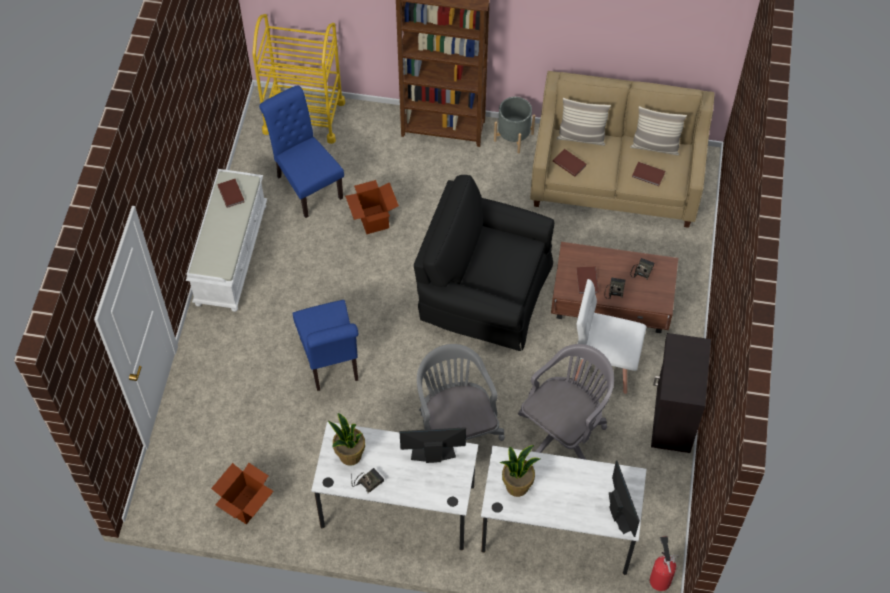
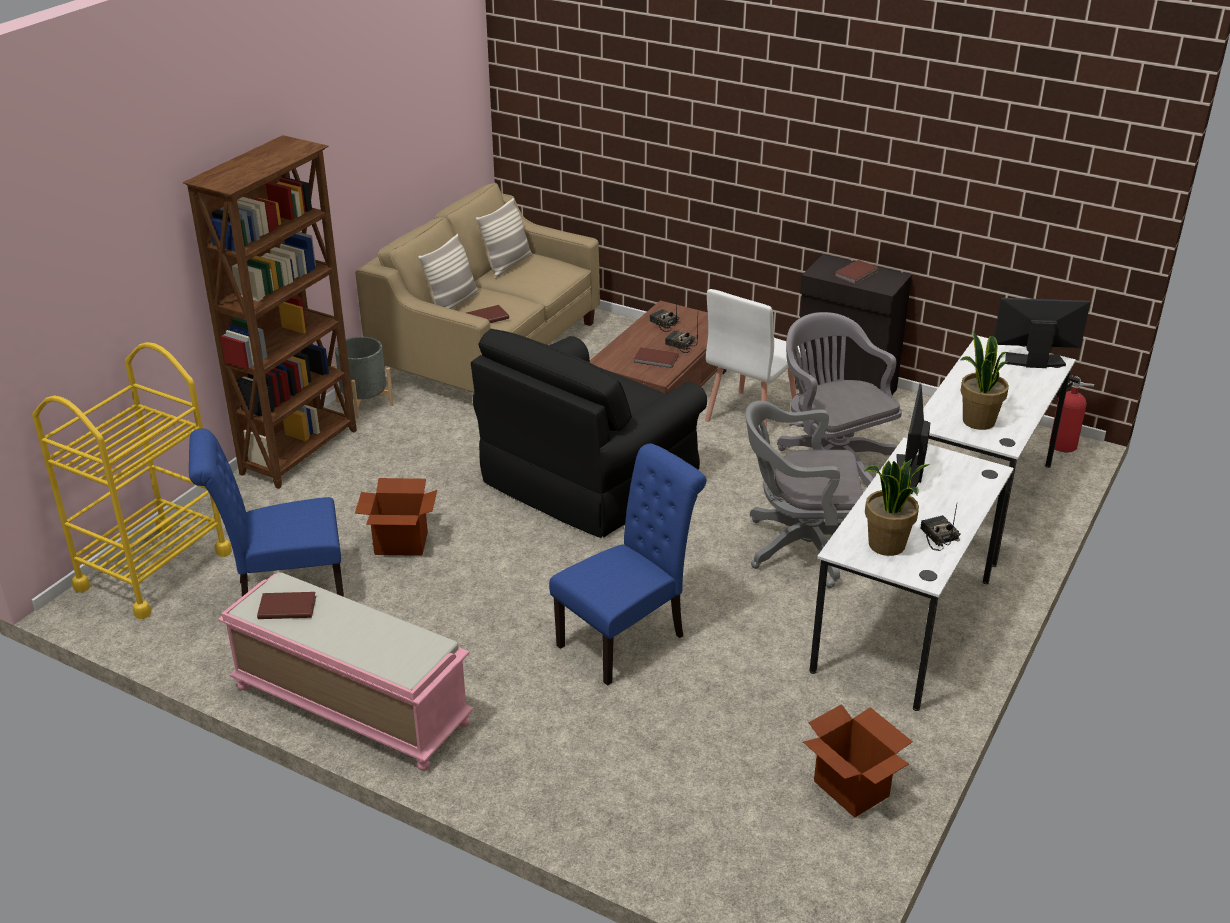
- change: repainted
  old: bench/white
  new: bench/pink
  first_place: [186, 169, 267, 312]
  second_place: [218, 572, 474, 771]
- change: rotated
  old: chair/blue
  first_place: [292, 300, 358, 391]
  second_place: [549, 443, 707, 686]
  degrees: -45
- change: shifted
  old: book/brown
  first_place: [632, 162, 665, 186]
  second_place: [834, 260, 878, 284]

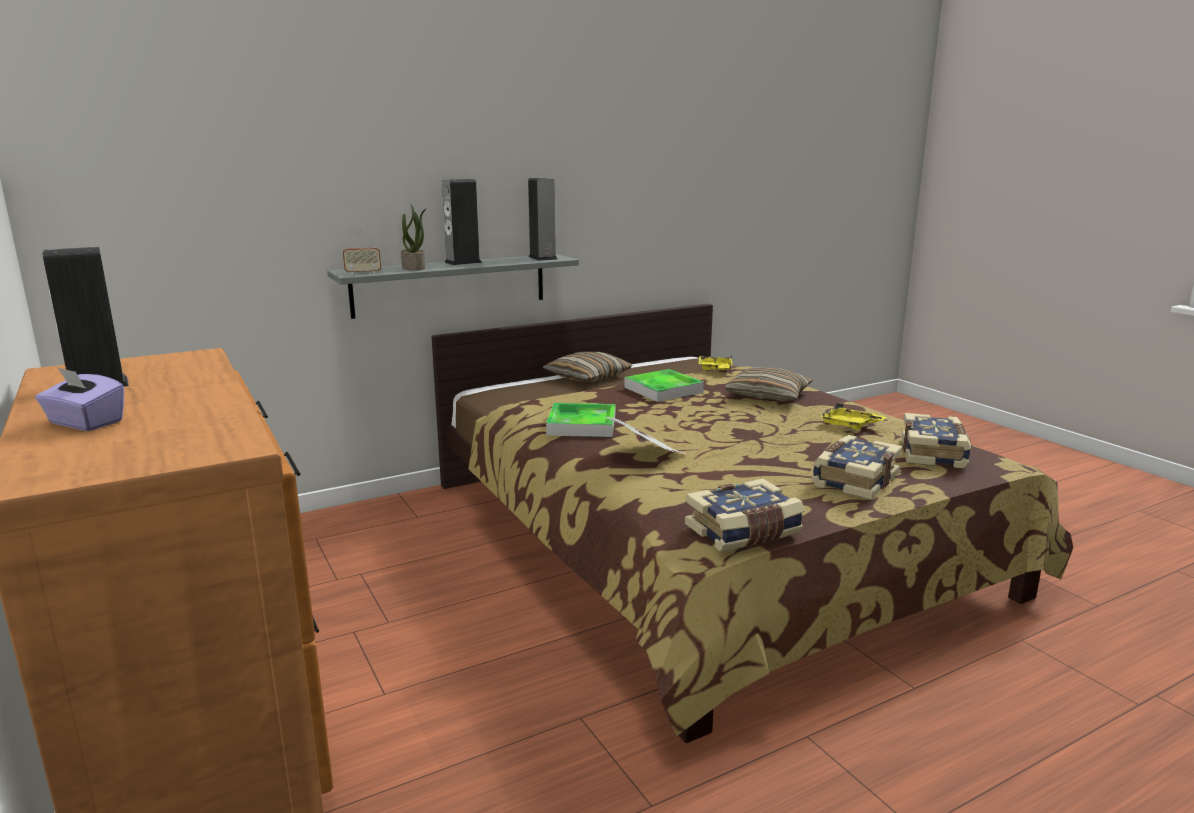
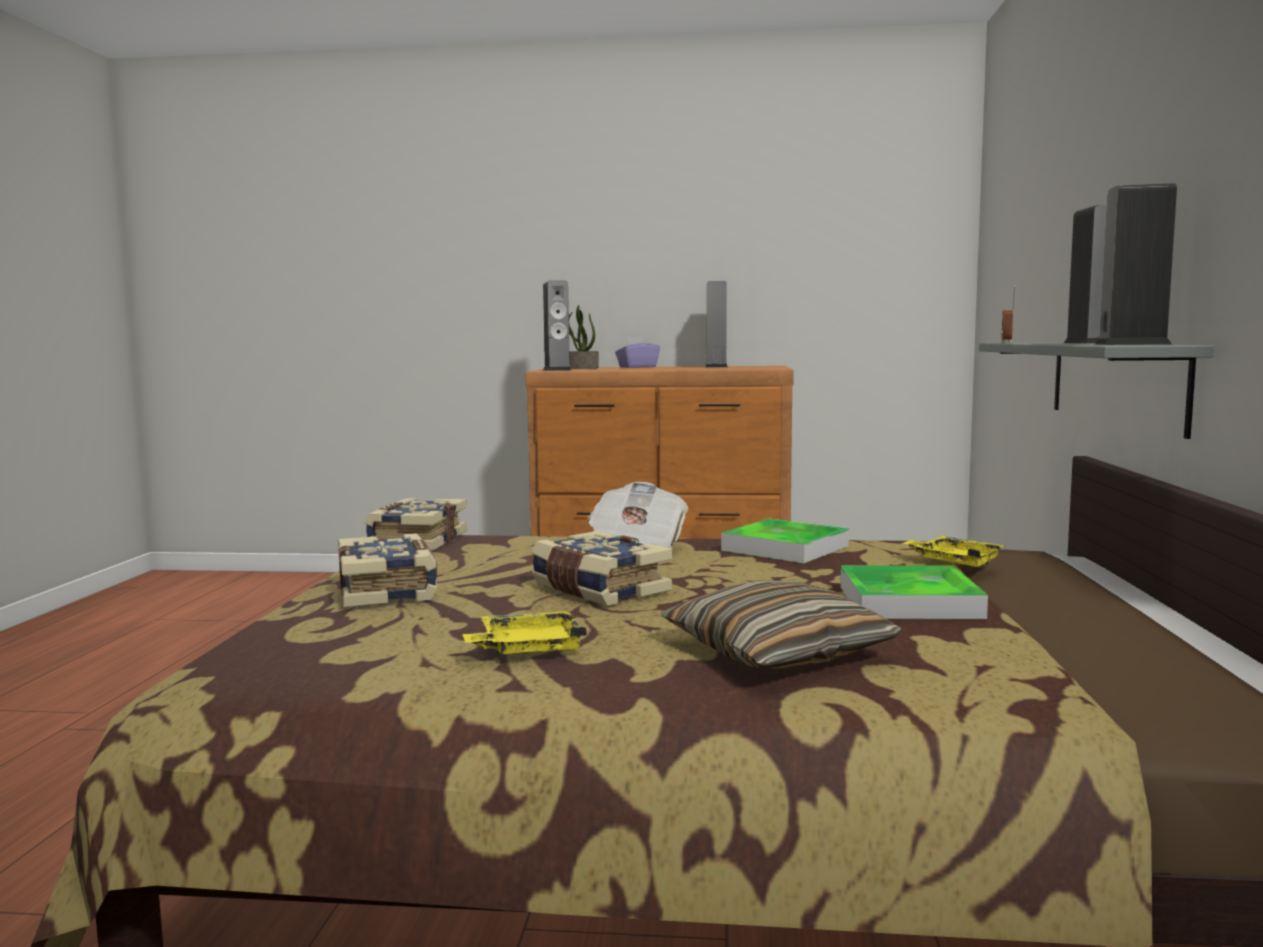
- change: shifted
  old: potted plant
  first_place: [401, 204, 426, 271]
  second_place: [569, 305, 599, 369]
- change: gone
  old: pillow
  first_place: [543, 352, 633, 382]
- change: shifted
  old: tray/yellow
  first_place: [699, 355, 732, 371]
  second_place: [902, 536, 1005, 567]
- change: shifted
  old: book
  first_place: [901, 413, 971, 468]
  second_place: [531, 531, 672, 605]
- change: new
  new: speaker
  second_place: [543, 280, 571, 371]

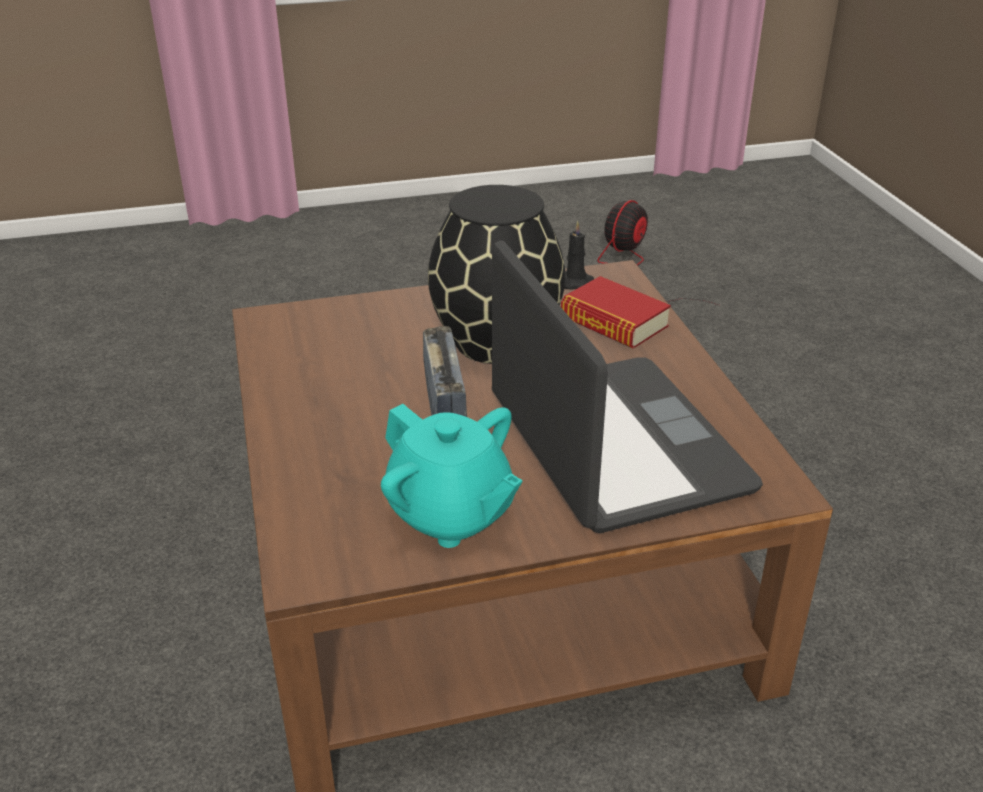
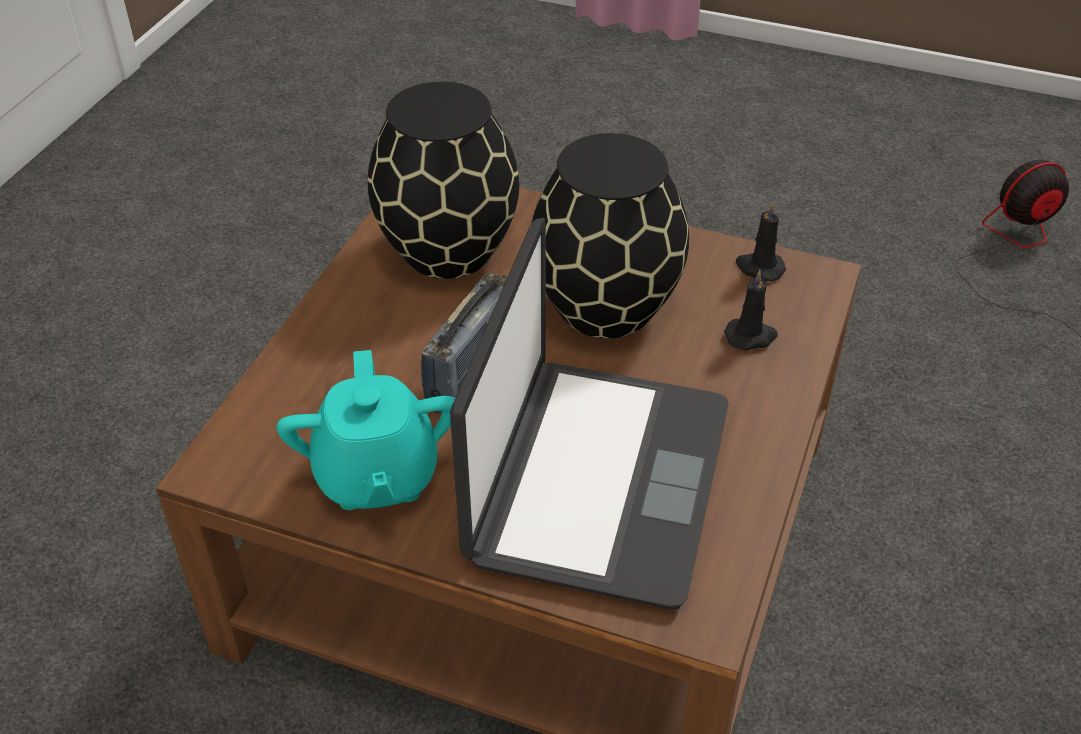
- change: swapped
  old: book
  new: candle/black
  first_place: [561, 276, 671, 348]
  second_place: [724, 270, 778, 351]
- change: new
  new: vase/black
  second_place: [367, 82, 520, 279]

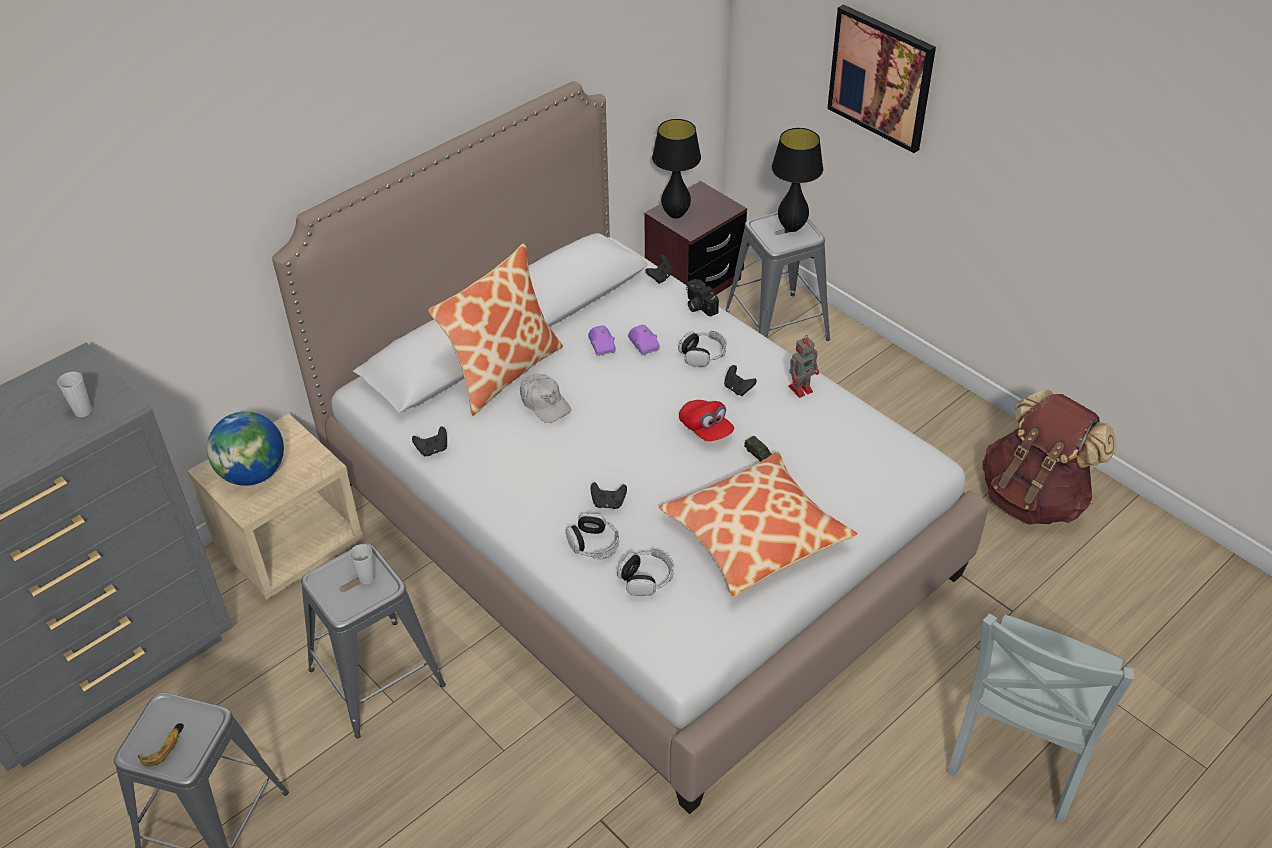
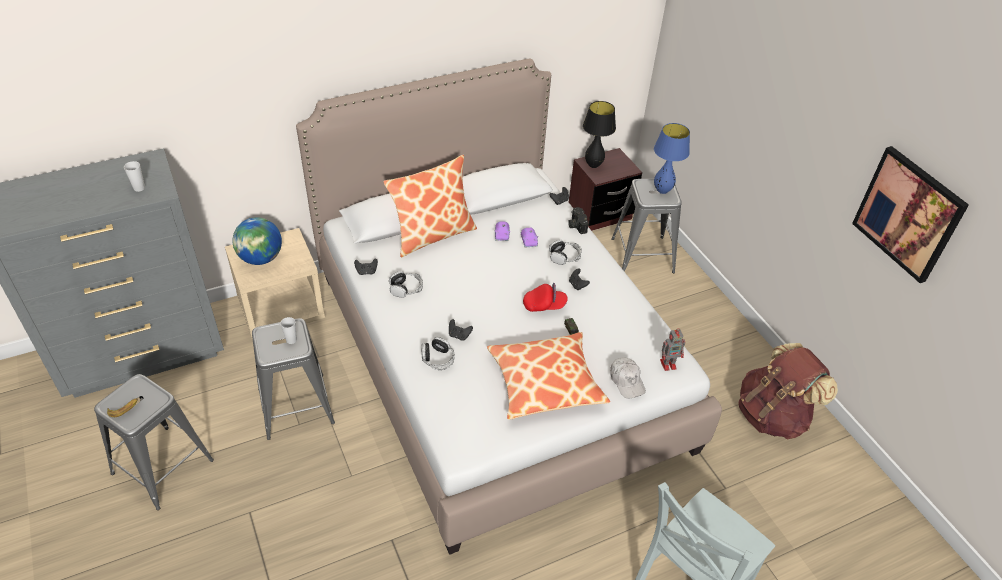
- change: shifted
  old: cap/white
  first_place: [520, 374, 572, 423]
  second_place: [610, 357, 646, 399]
- change: shifted
  old: headphones
  first_place: [617, 549, 674, 596]
  second_place: [389, 271, 423, 298]
- change: rotated
  old: cap/red
  first_place: [679, 400, 734, 441]
  second_place: [523, 283, 568, 312]
  degrees: -75
- change: repainted
  old: table lamp/black
  new: table lamp/blue
  first_place: [771, 128, 823, 232]
  second_place: [654, 123, 690, 194]
- change: shifted
  old: toy robot
  first_place: [789, 335, 819, 398]
  second_place: [660, 328, 685, 371]
- change: shifted
  old: picture
  first_place: [827, 4, 936, 153]
  second_place: [852, 146, 969, 283]

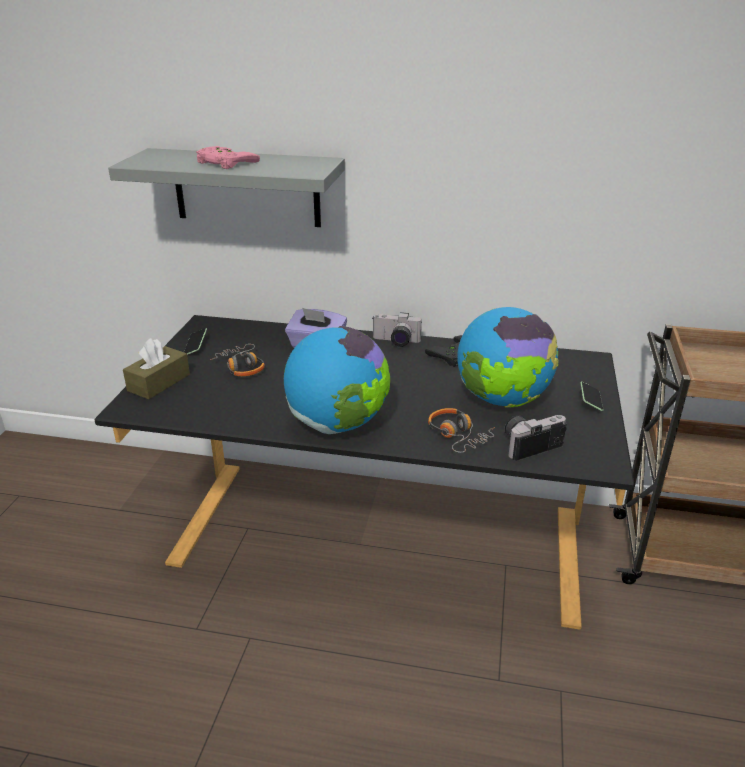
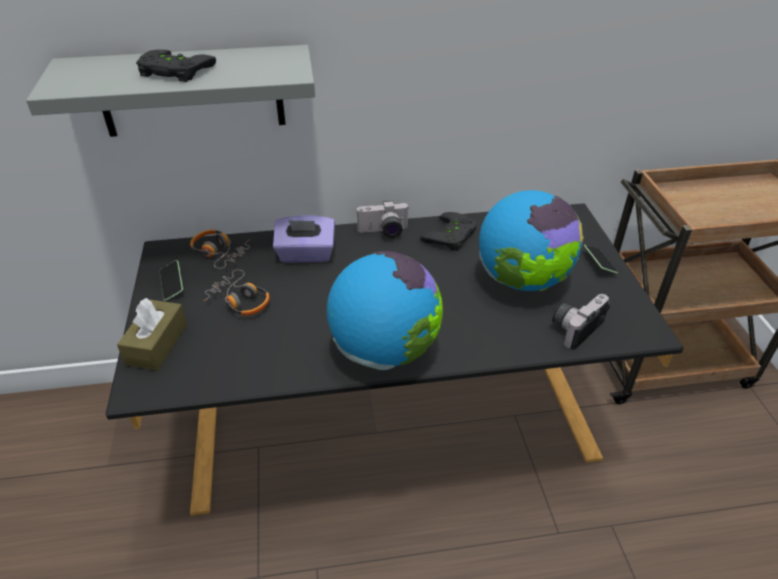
- change: repainted
  old: game controller/pink
  new: game controller/black
  first_place: [196, 146, 260, 169]
  second_place: [136, 50, 216, 82]
- change: shifted
  old: headphones
  first_place: [428, 408, 495, 453]
  second_place: [190, 229, 250, 269]

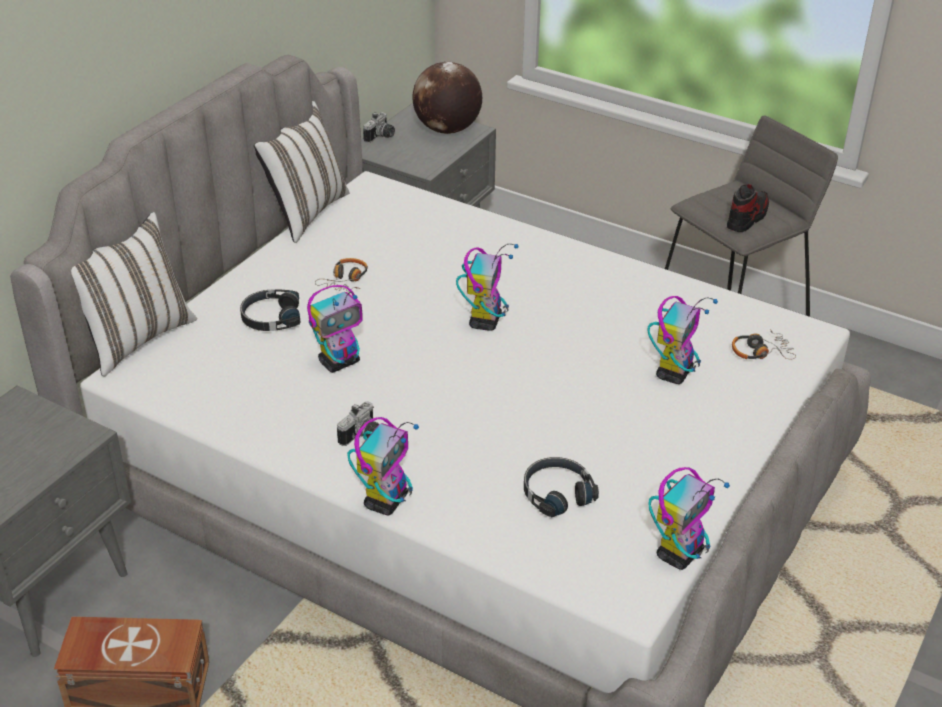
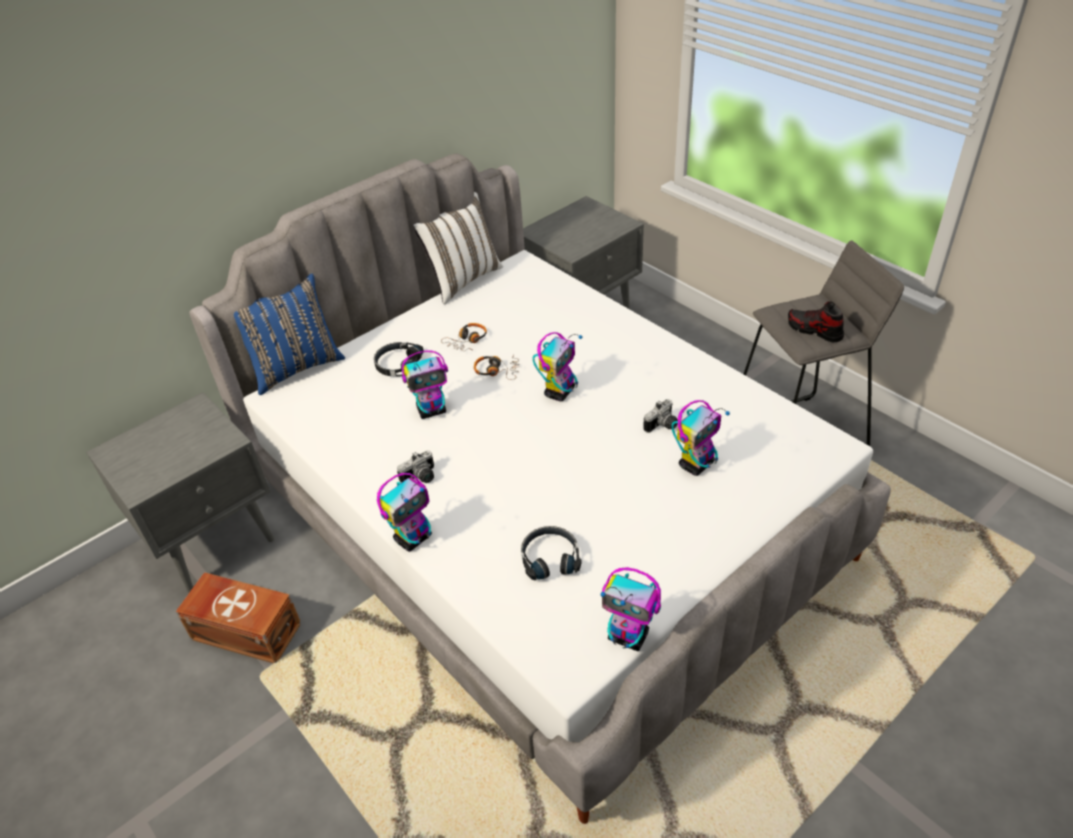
- change: repainted
  old: pillow/white
  new: pillow/blue
  first_place: [71, 212, 197, 377]
  second_place: [234, 274, 345, 395]
- change: shifted
  old: photo camera
  first_place: [363, 112, 395, 143]
  second_place: [643, 399, 678, 433]
- change: gone
  old: globe
  first_place: [412, 62, 482, 134]
- change: rotated
  old: toy robot
  first_place: [649, 467, 730, 570]
  second_place: [601, 567, 661, 651]
  degrees: 60
- change: rotated
  old: shoe
  first_place: [727, 184, 769, 232]
  second_place: [788, 302, 844, 343]
  degrees: -105
- change: shifted
  old: headphones
  first_place: [732, 329, 796, 360]
  second_place: [474, 354, 520, 380]

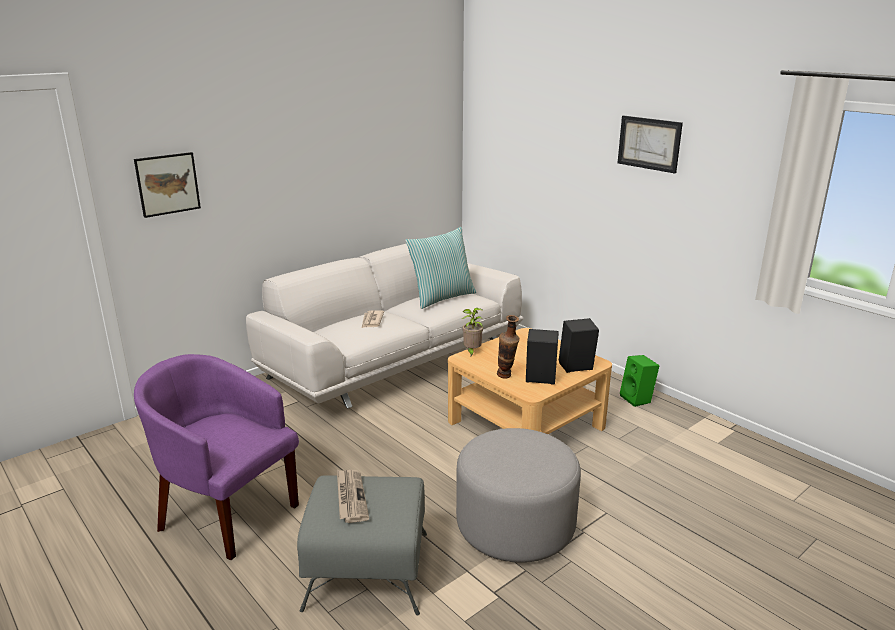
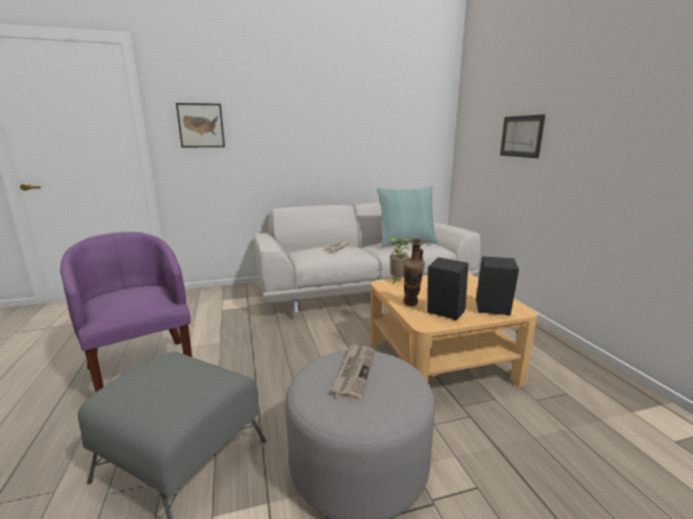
- change: shifted
  old: newspaper
  first_place: [337, 470, 369, 523]
  second_place: [331, 343, 375, 401]
- change: shifted
  old: picture
  first_place: [618, 115, 683, 173]
  second_place: [500, 114, 546, 158]
- change: gone
  old: speaker/green
  first_place: [620, 355, 659, 407]

